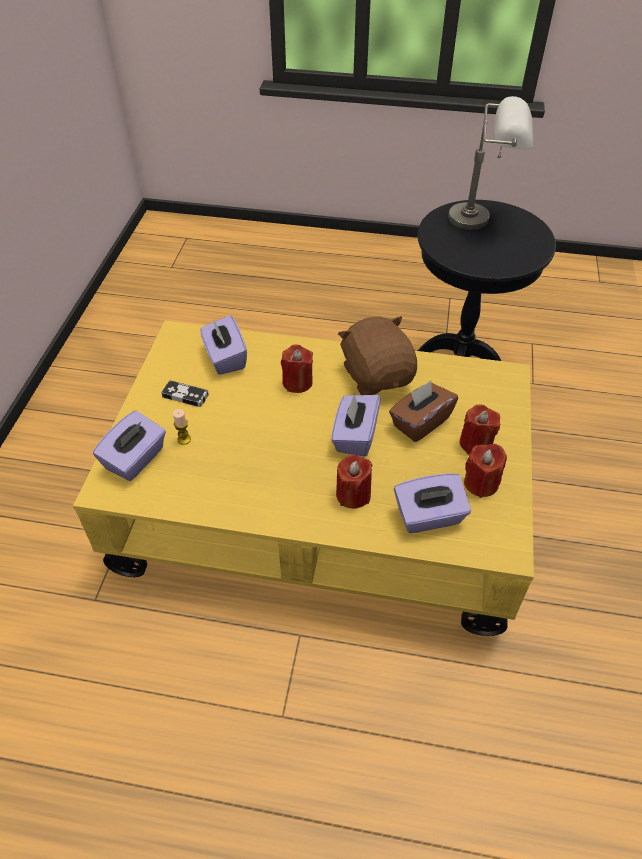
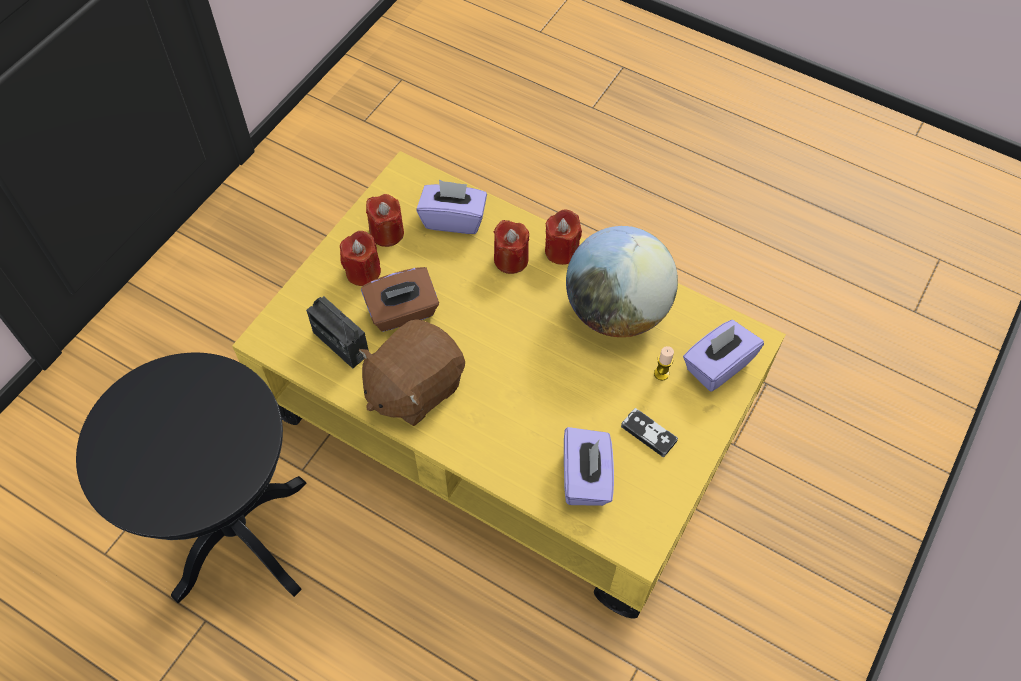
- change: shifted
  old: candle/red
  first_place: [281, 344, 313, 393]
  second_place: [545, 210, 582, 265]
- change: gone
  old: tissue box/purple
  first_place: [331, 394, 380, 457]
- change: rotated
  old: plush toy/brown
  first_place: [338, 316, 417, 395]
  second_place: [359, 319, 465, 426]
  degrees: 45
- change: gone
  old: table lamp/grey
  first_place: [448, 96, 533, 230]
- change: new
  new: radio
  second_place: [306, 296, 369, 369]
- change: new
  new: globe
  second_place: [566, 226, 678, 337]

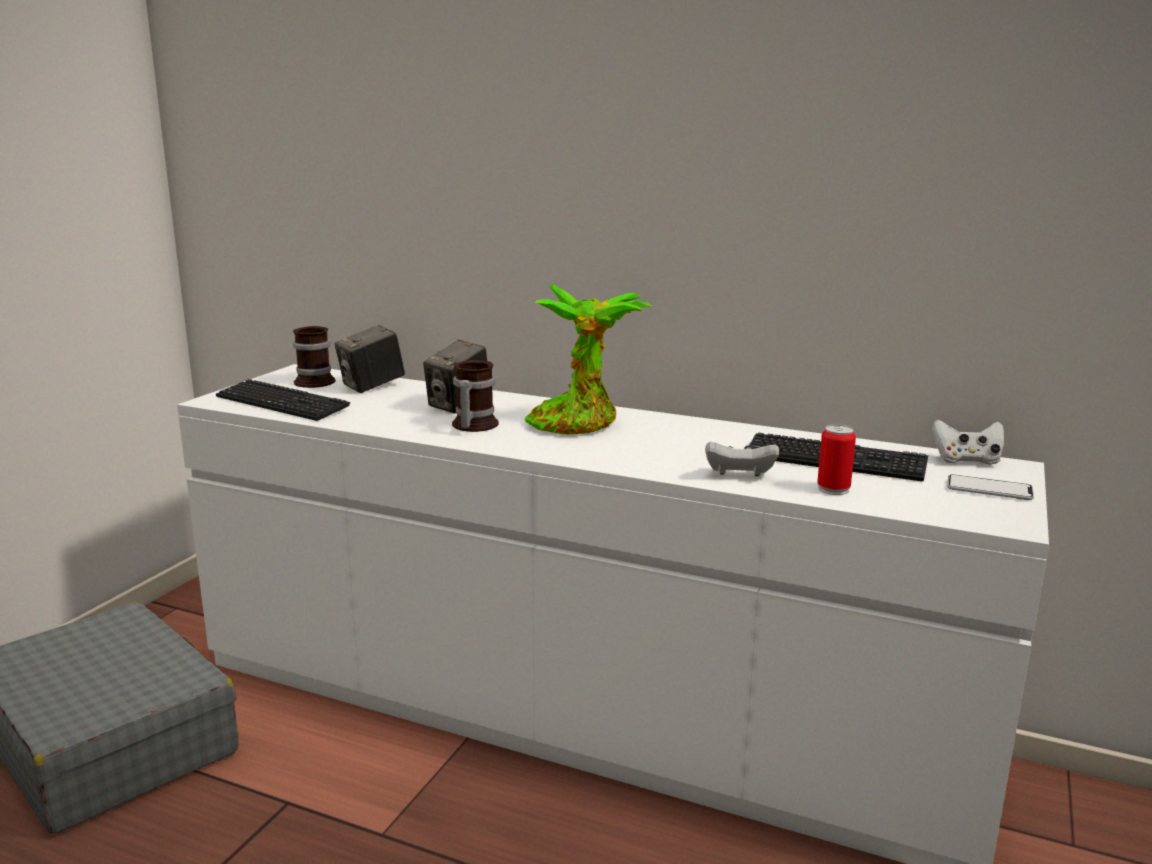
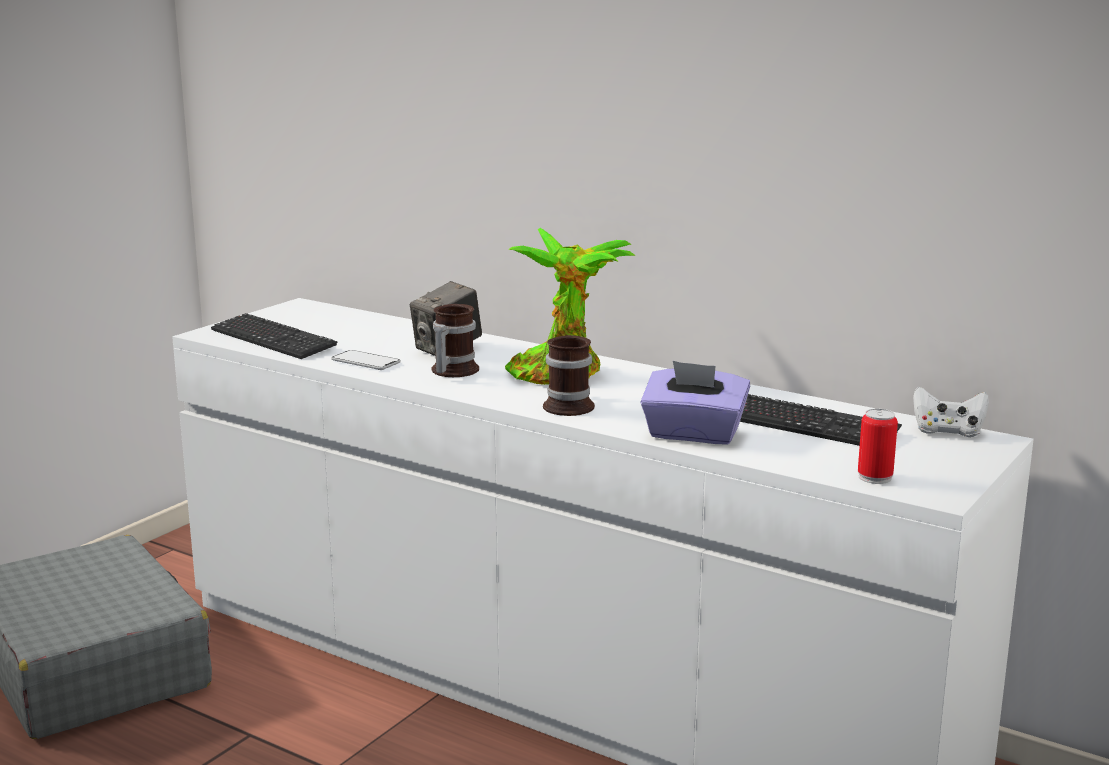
- change: shifted
  old: mug
  first_place: [293, 326, 336, 388]
  second_place: [543, 335, 595, 416]
- change: gone
  old: photo camera
  first_place: [334, 325, 405, 393]
- change: swapped
  old: game controller/white
  new: tissue box/purple
  first_place: [705, 442, 779, 476]
  second_place: [640, 361, 750, 445]
- change: shifted
  old: can
  first_place: [817, 425, 856, 495]
  second_place: [858, 409, 898, 484]
- change: shifted
  old: phone
  first_place: [947, 474, 1034, 500]
  second_place: [331, 350, 401, 370]

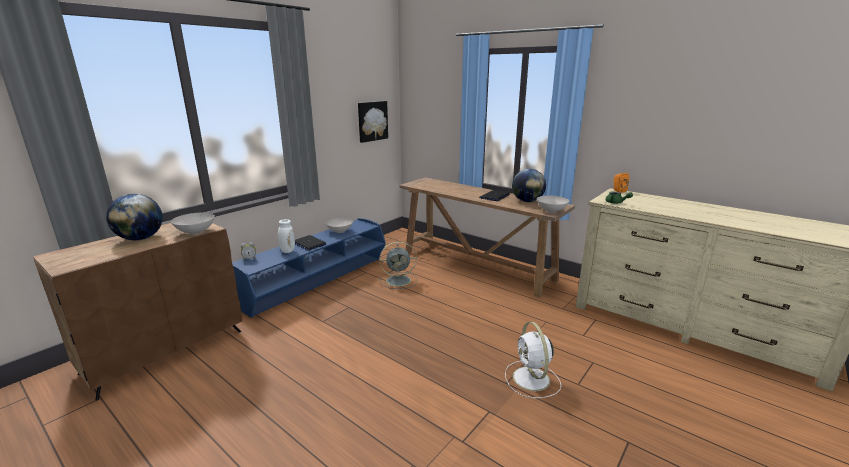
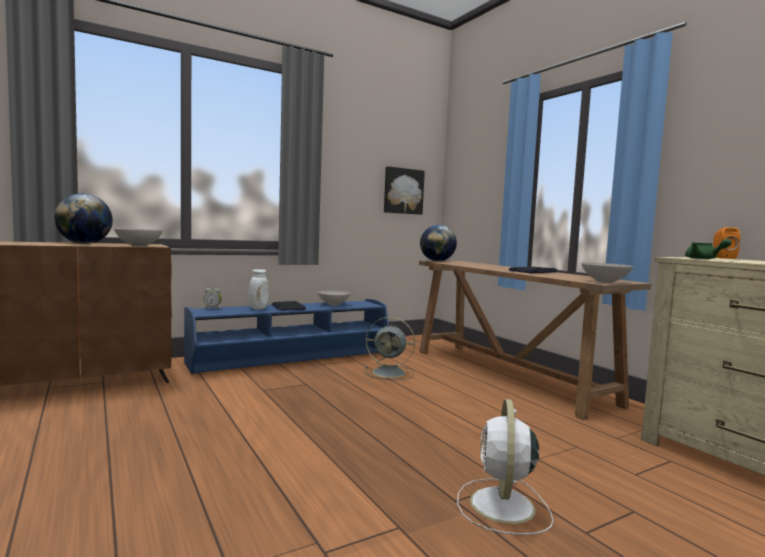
- change: shifted
  old: globe
  first_place: [512, 169, 546, 202]
  second_place: [420, 225, 457, 261]

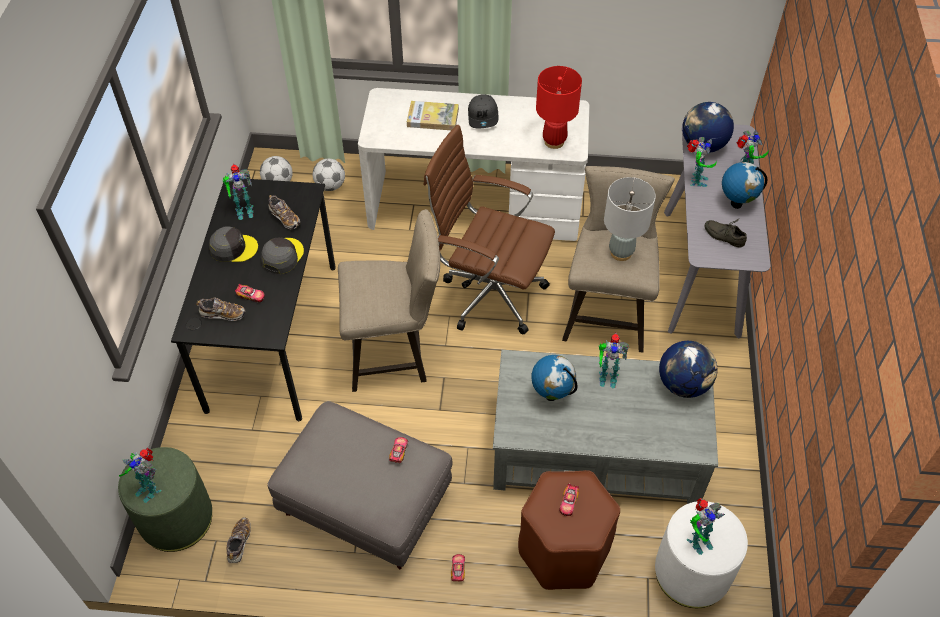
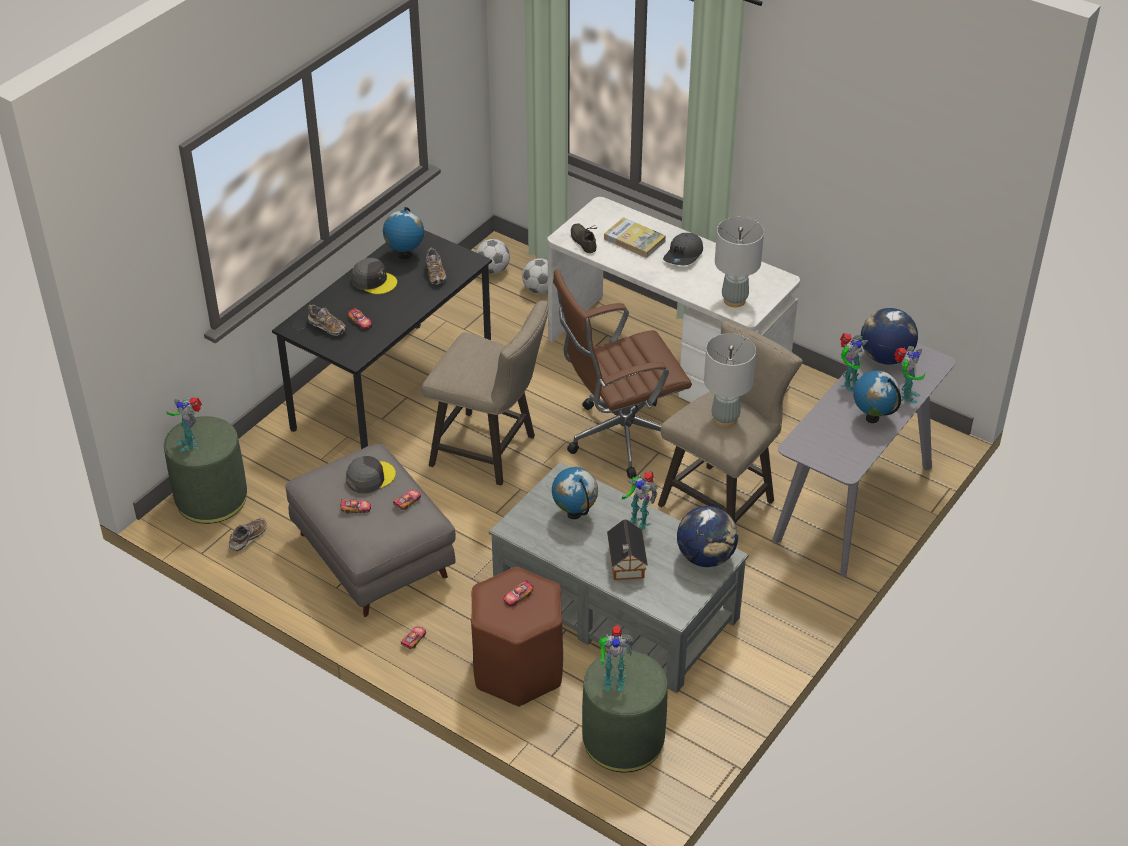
- change: swapped
  old: toy robot
  new: globe
  first_place: [222, 163, 253, 220]
  second_place: [383, 207, 424, 259]
- change: shifted
  old: cap/grey
  first_place: [261, 237, 304, 274]
  second_place: [346, 456, 396, 494]
- change: rotated
  old: office chair/brown
  first_place: [424, 125, 555, 335]
  second_place: [553, 269, 692, 479]
  degrees: -75
- change: repainted
  old: table lamp/red
  new: table lamp/grey
  first_place: [536, 66, 582, 149]
  second_place: [715, 217, 764, 308]
- change: repainted
  old: ottoman/white
  new: ottoman/green
  first_place: [655, 502, 748, 608]
  second_place: [582, 650, 668, 772]
- change: shifted
  old: shoe/grey
  first_place: [705, 219, 747, 248]
  second_place: [571, 223, 597, 253]
- change: new
  new: toy car
  second_place: [340, 499, 371, 514]
- change: new
  new: toy house
  second_place: [607, 519, 648, 580]

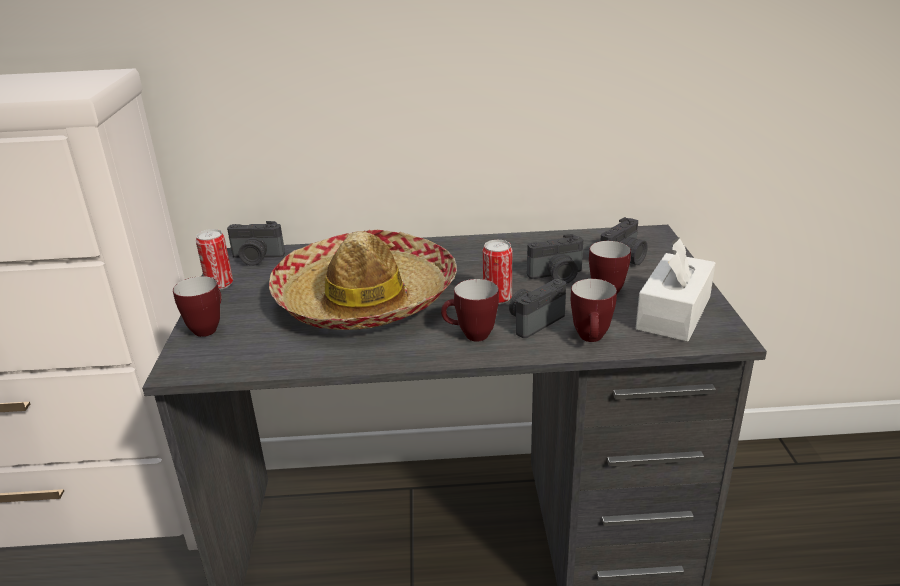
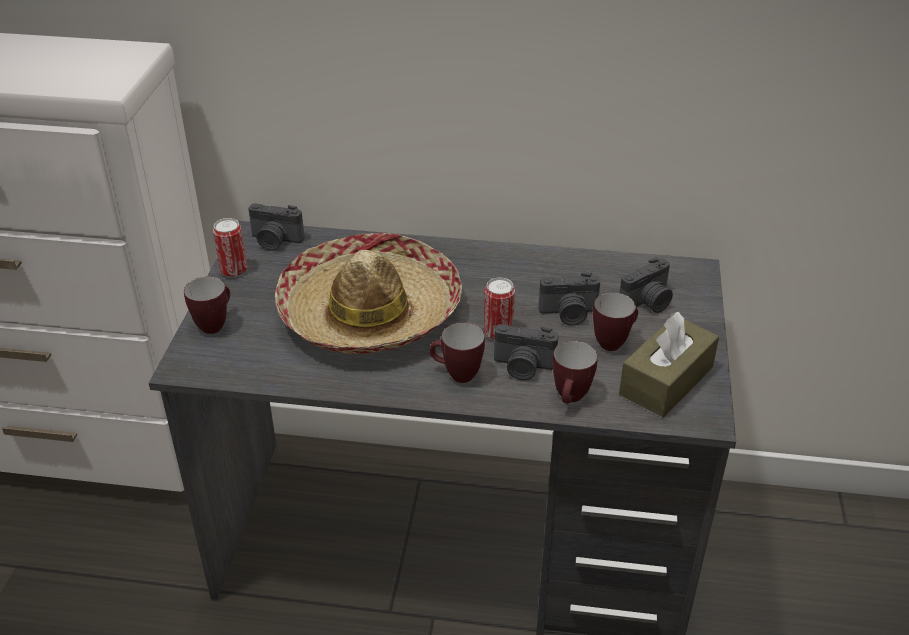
- change: rotated
  old: photo camera
  first_place: [509, 279, 566, 338]
  second_place: [494, 324, 559, 380]
  degrees: -135
- change: repainted
  old: tissue box/white
  new: tissue box/brown
  first_place: [636, 237, 715, 342]
  second_place: [619, 312, 719, 417]

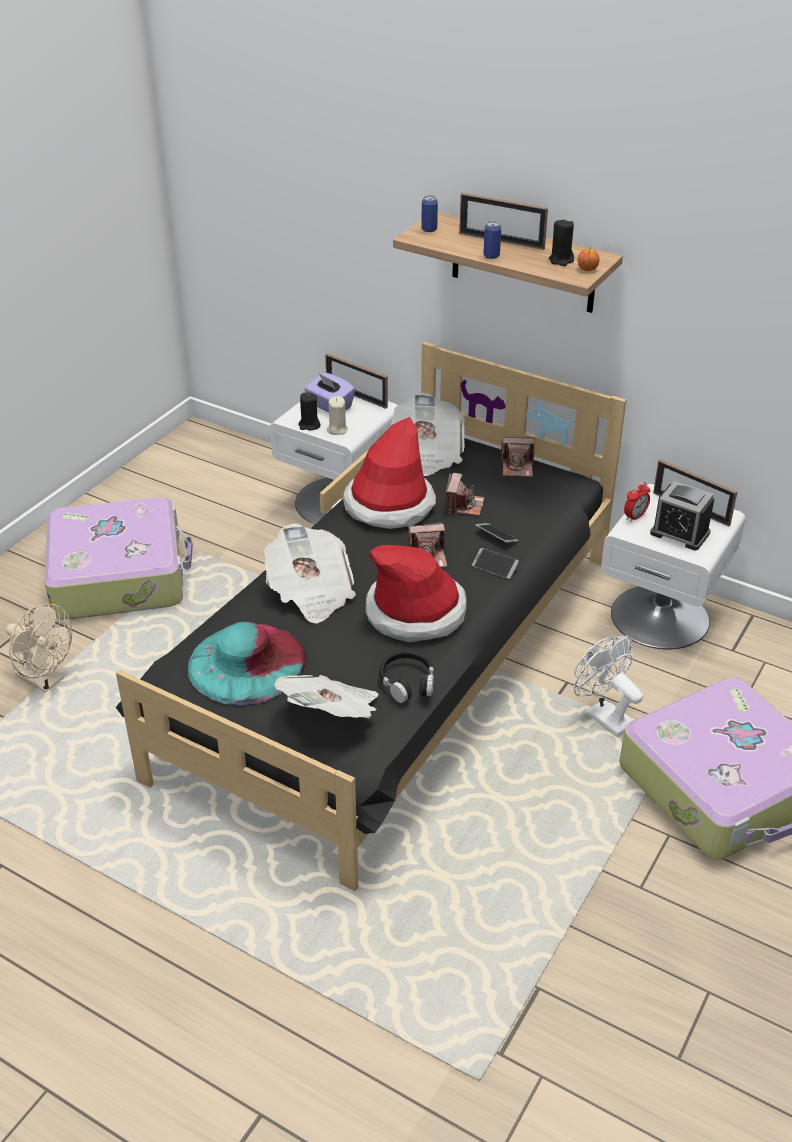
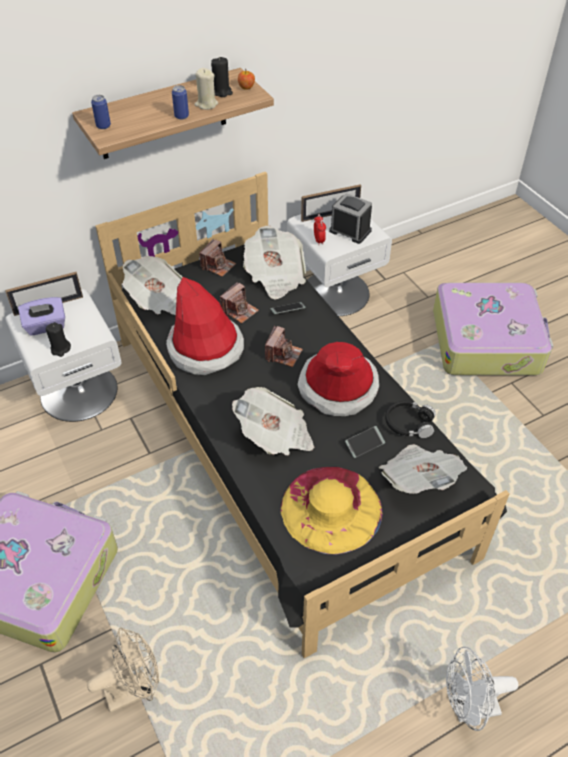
- change: repainted
  old: hat/turquoise
  new: hat/yellow
  first_place: [188, 622, 307, 706]
  second_place: [280, 467, 383, 555]
- change: shifted
  old: candle/beige
  first_place: [327, 396, 348, 435]
  second_place: [194, 68, 218, 110]
- change: rotated
  old: photo camera
  first_place: [445, 473, 484, 516]
  second_place: [220, 282, 259, 324]
  degrees: 90
- change: gone
  old: picture frame
  first_place: [459, 193, 548, 250]
- change: shifted
  old: phone
  first_place: [472, 548, 519, 579]
  second_place: [345, 426, 385, 458]
- change: shifted
  old: fan/white
  first_place: [574, 636, 643, 737]
  second_place: [446, 646, 519, 731]
- change: rotated
  old: alarm clock
  first_place: [650, 481, 714, 550]
  second_place: [329, 193, 372, 244]
  degrees: -120
- change: new
  new: newspaper
  second_place: [243, 226, 306, 300]

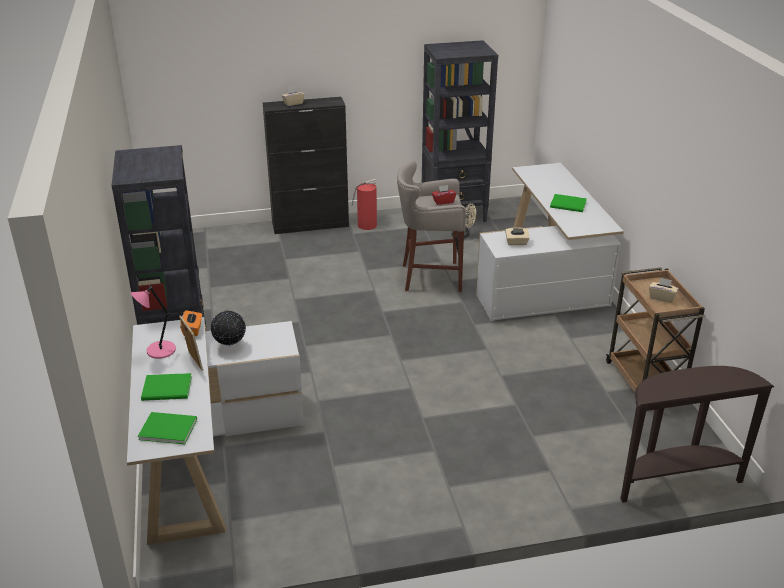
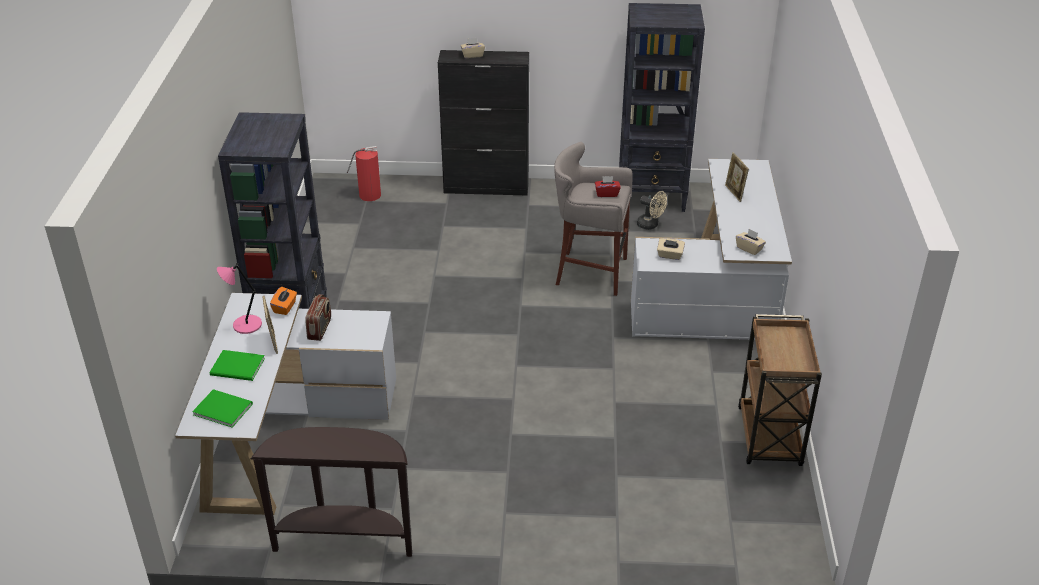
- change: swapped
  old: globe
  new: radio
  first_place: [211, 309, 246, 347]
  second_place: [305, 294, 331, 341]
- change: shifted
  old: fire extinguisher
  first_place: [352, 179, 377, 230]
  second_place: [347, 146, 381, 201]
- change: gone
  old: book/green
  first_place: [550, 194, 587, 212]
- change: shifted
  old: console table/brown
  first_place: [620, 366, 774, 503]
  second_place: [251, 427, 412, 557]
- change: shifted
  old: tissue box/beige
  first_place: [649, 277, 678, 303]
  second_place: [736, 229, 766, 255]
- change: new
  new: picture frame
  second_place: [725, 152, 749, 202]

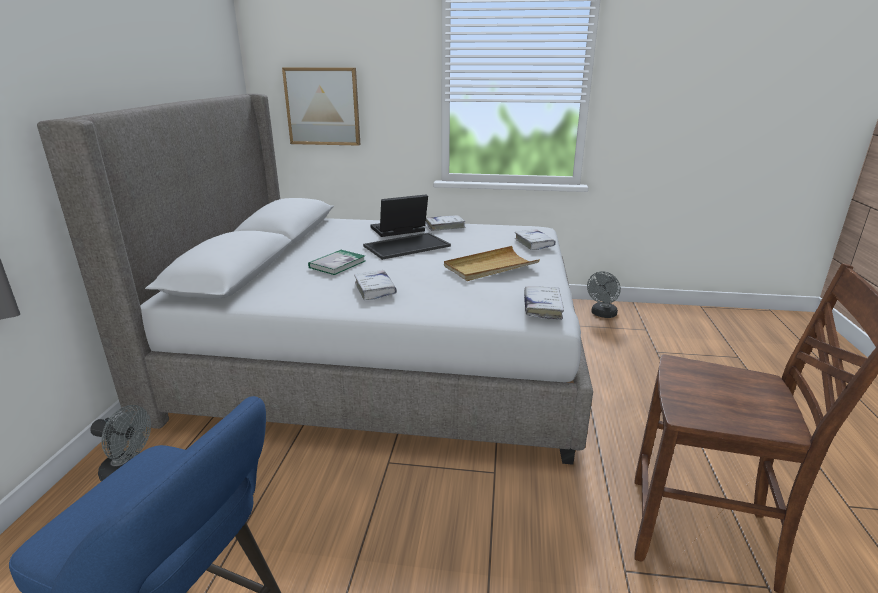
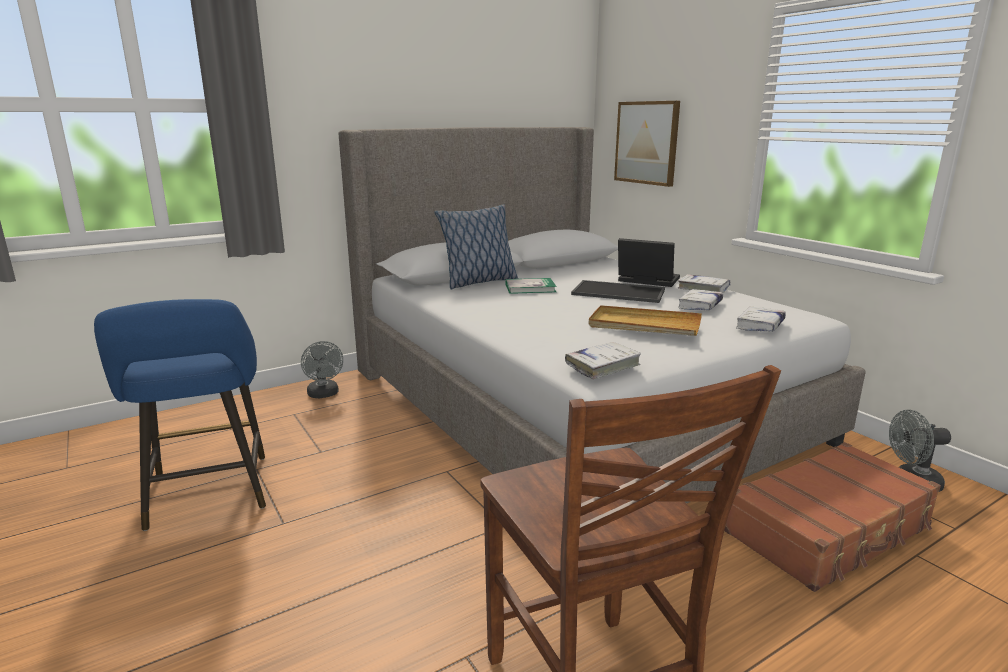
- change: shifted
  old: book/white
  first_place: [354, 270, 397, 300]
  second_place: [678, 289, 723, 310]
- change: new
  new: pillow
  second_place: [435, 204, 518, 290]
- change: new
  new: suitcase/brown
  second_place: [724, 442, 941, 592]

